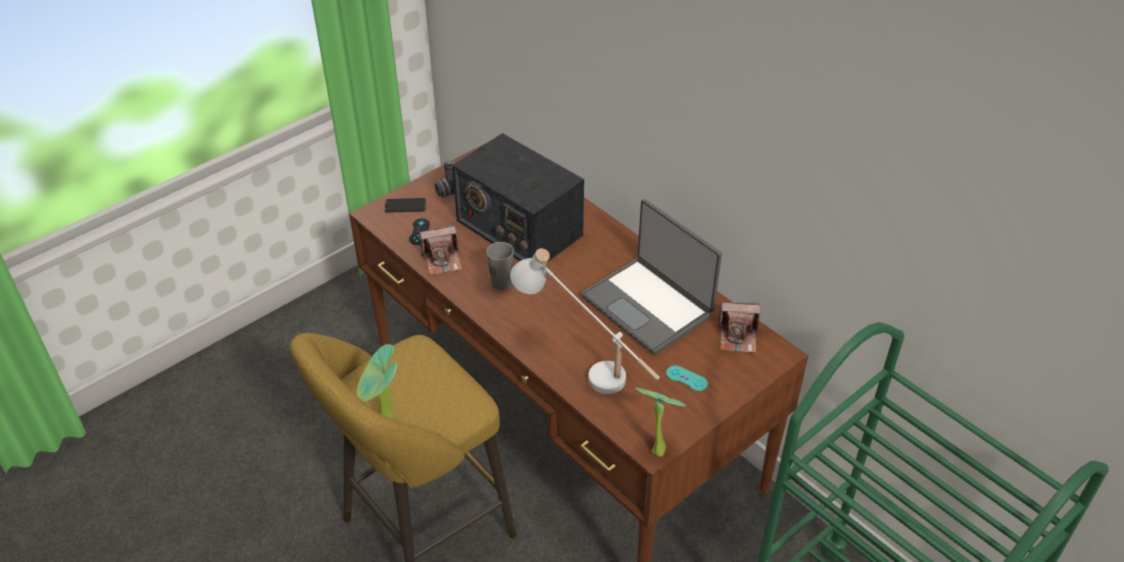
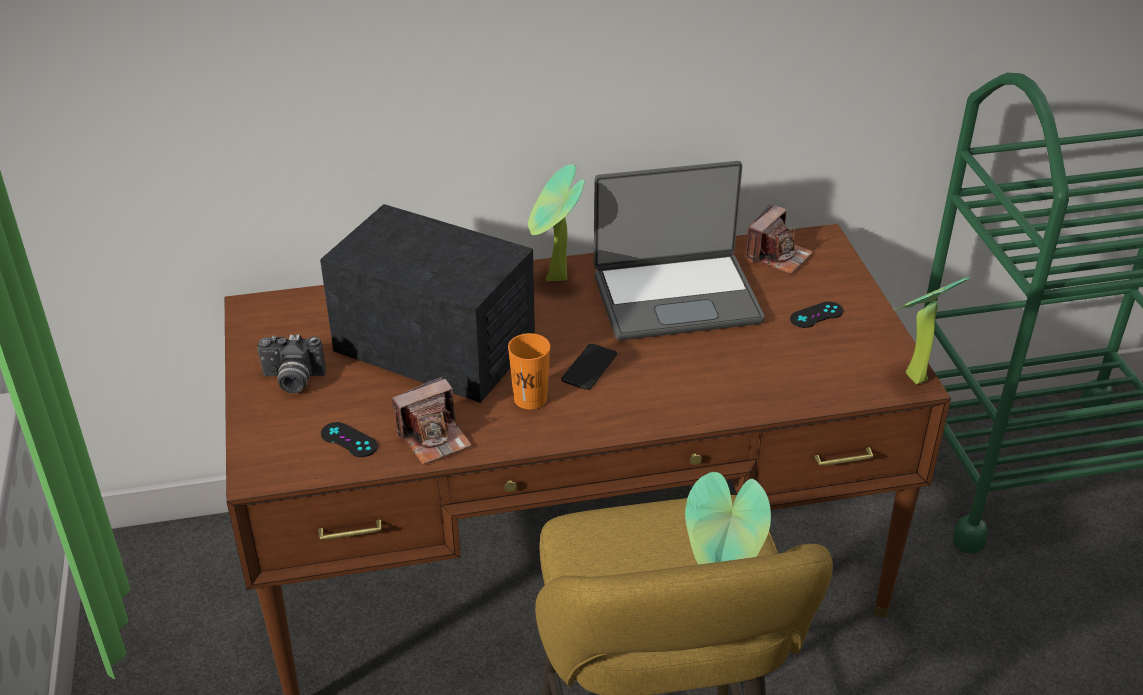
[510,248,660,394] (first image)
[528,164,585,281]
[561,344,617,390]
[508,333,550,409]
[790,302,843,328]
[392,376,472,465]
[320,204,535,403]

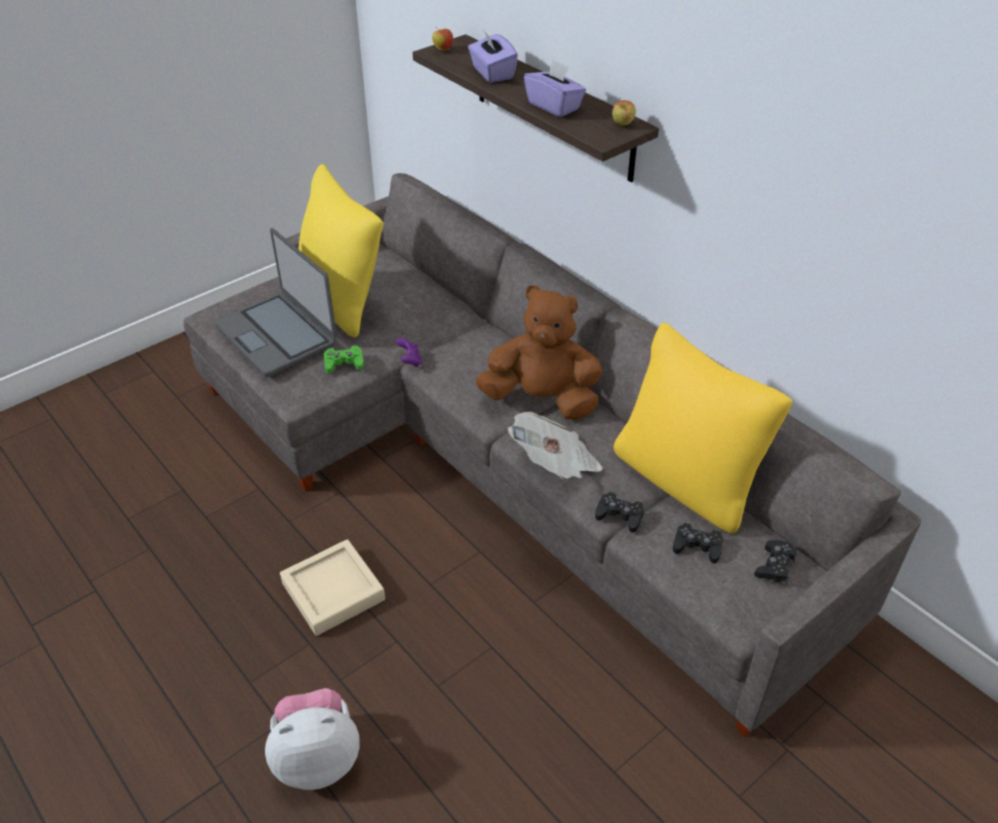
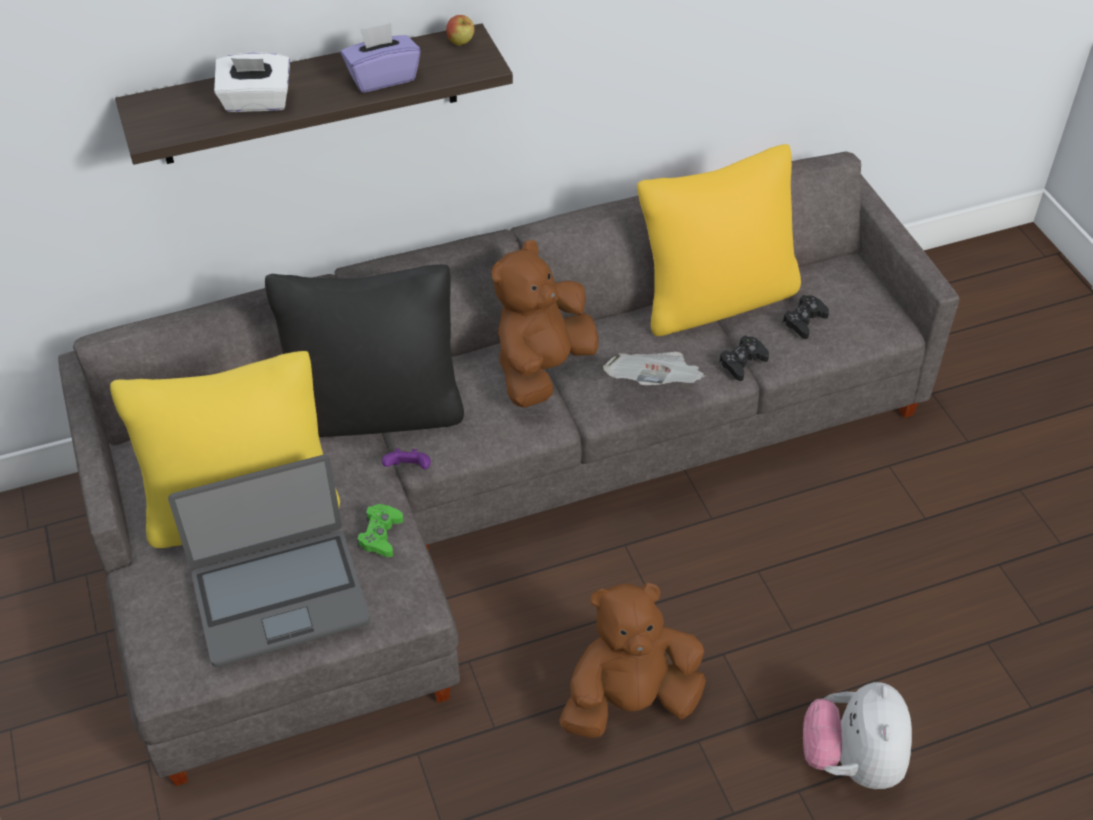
[432,27,453,51] (first image)
[754,540,798,584] (first image)
[265,265,464,437]
[559,583,706,739]
[214,52,290,112]

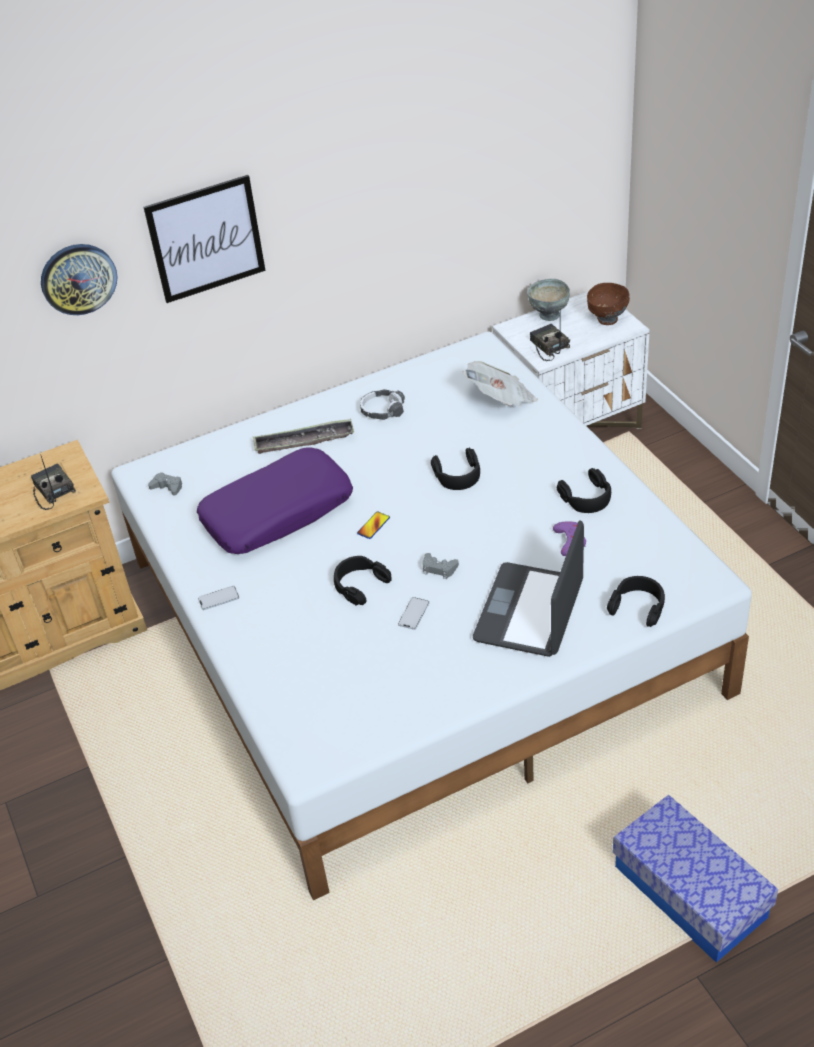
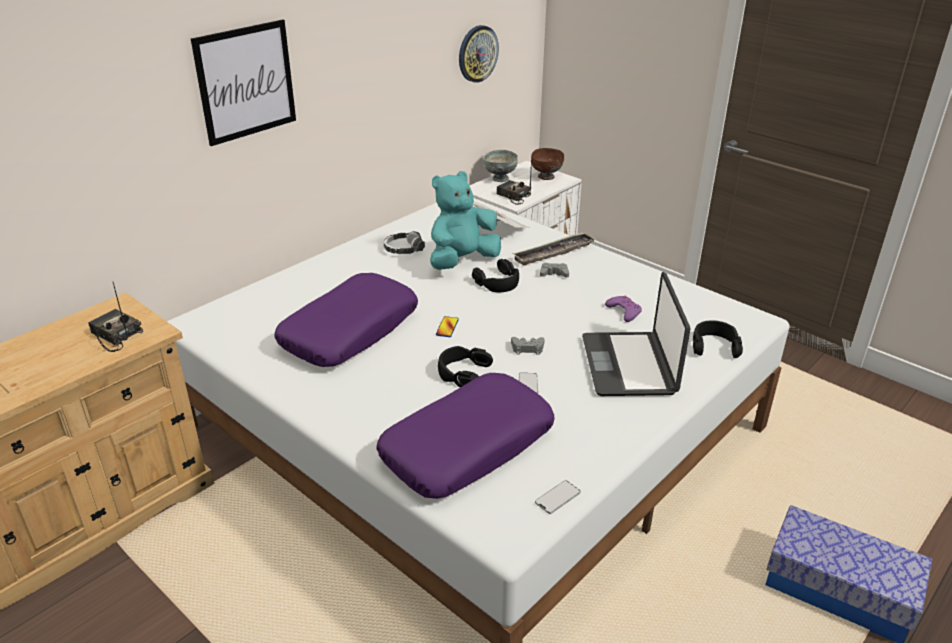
[557,468,611,513] (first image)
[376,373,554,499]
[430,171,501,270]
[459,25,499,83]
[540,263,569,277]
[535,480,581,514]
[513,232,596,266]

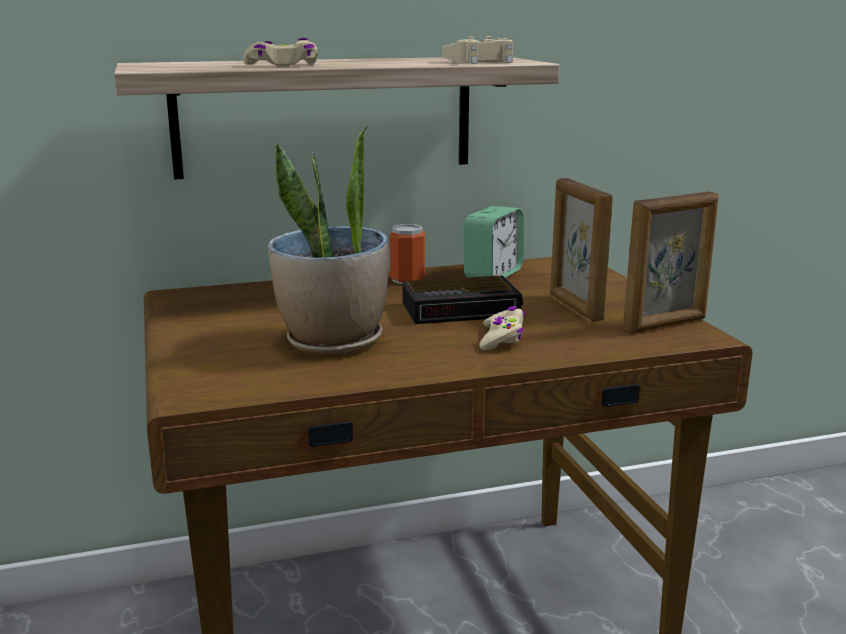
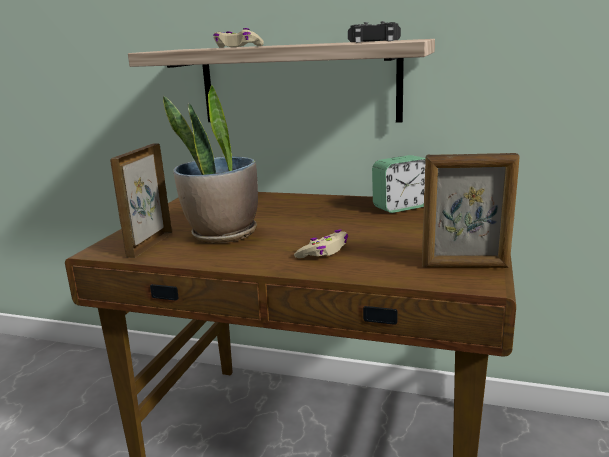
[389,224,425,284] (first image)
[403,276,523,324] (first image)
[110,143,172,258]
[348,21,401,43]

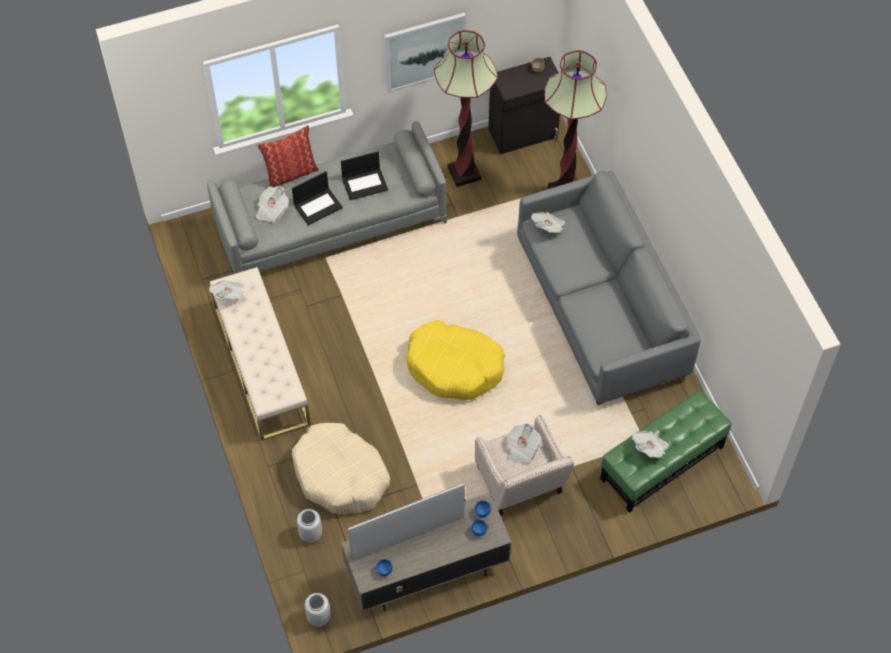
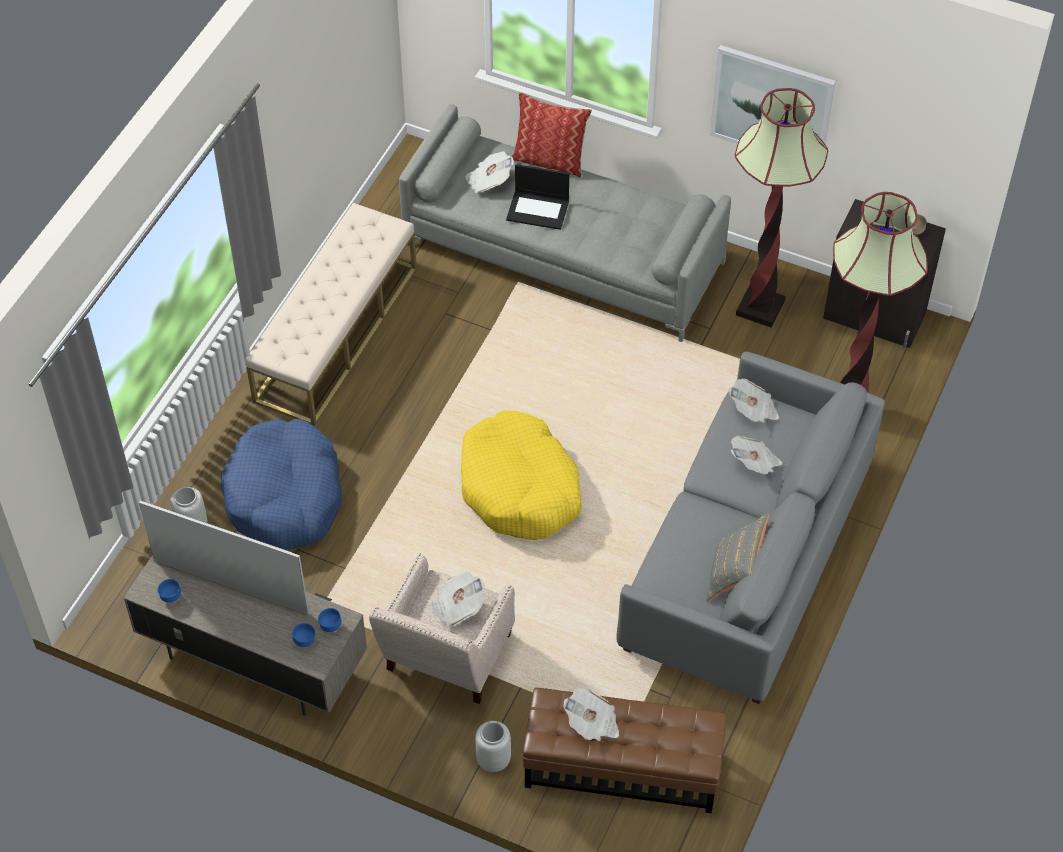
[341,151,388,200] (first image)
[706,513,769,602]
[731,436,782,475]
[475,721,511,772]
[221,418,342,550]
[523,688,726,814]

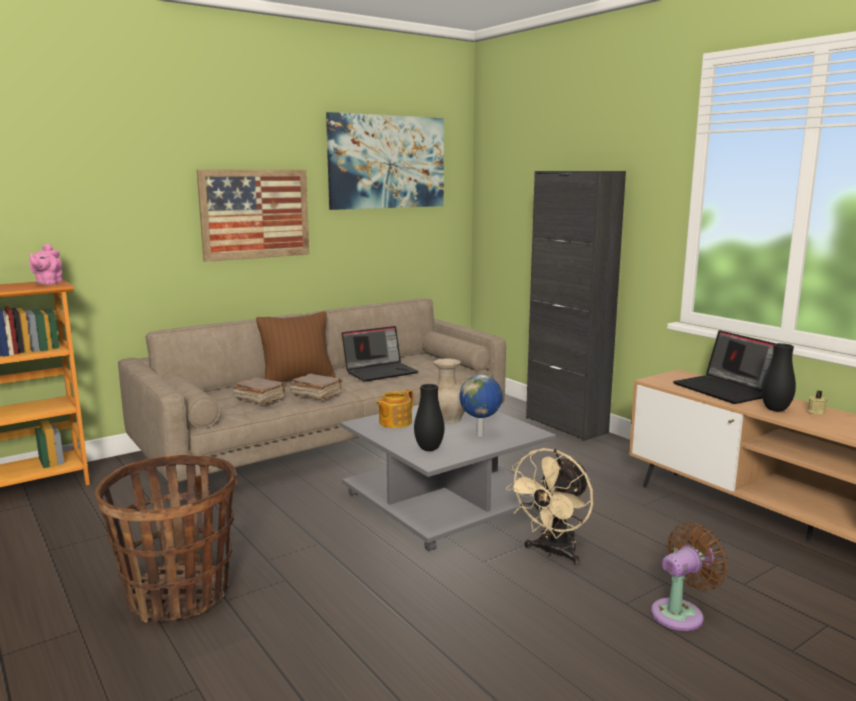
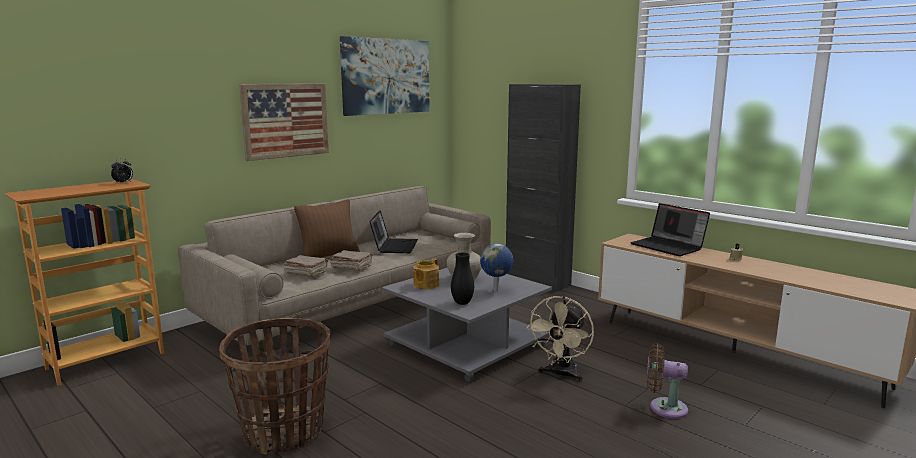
[761,343,796,412] (first image)
[111,158,133,184]
[369,210,418,253]
[647,343,688,419]

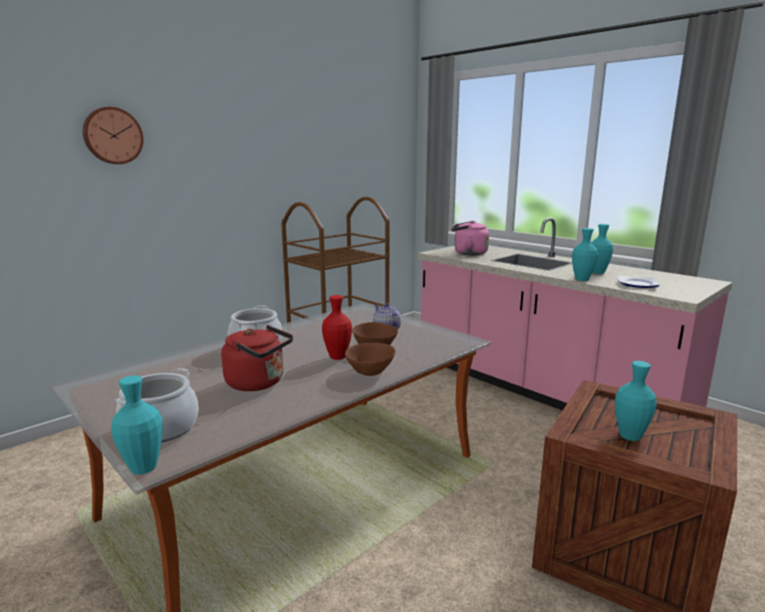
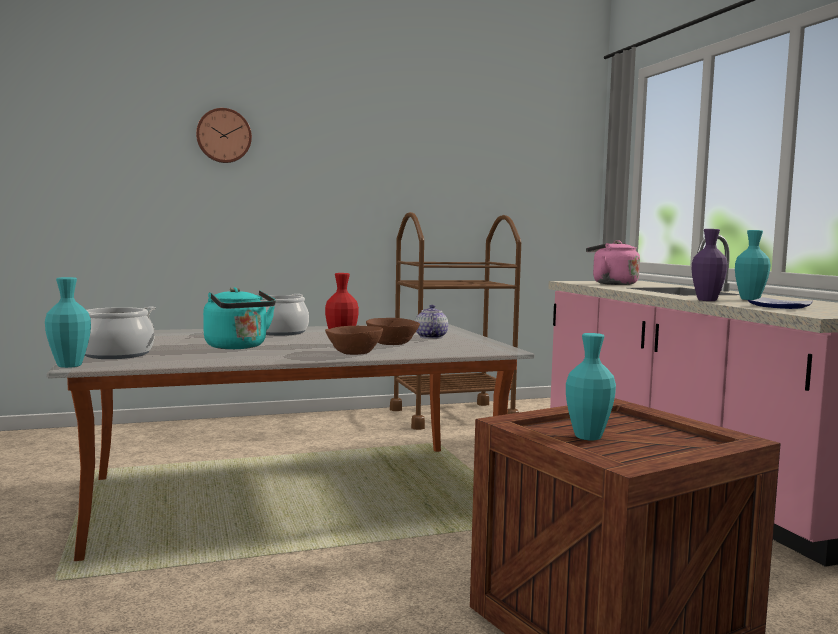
[203,287,276,349]
[692,229,728,301]

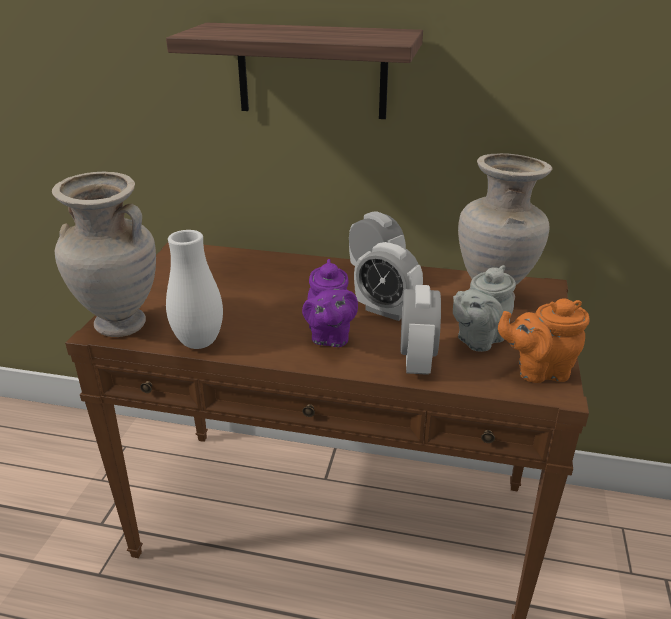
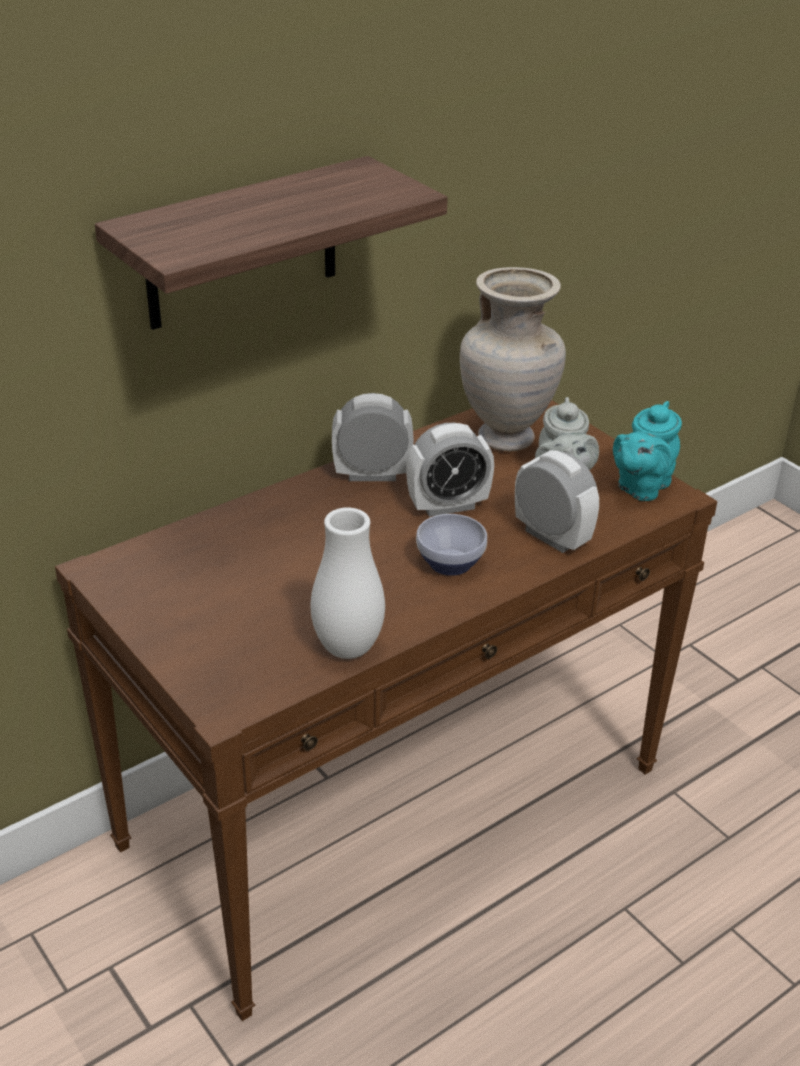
[52,172,156,337] (first image)
[416,514,487,576]
[613,401,682,501]

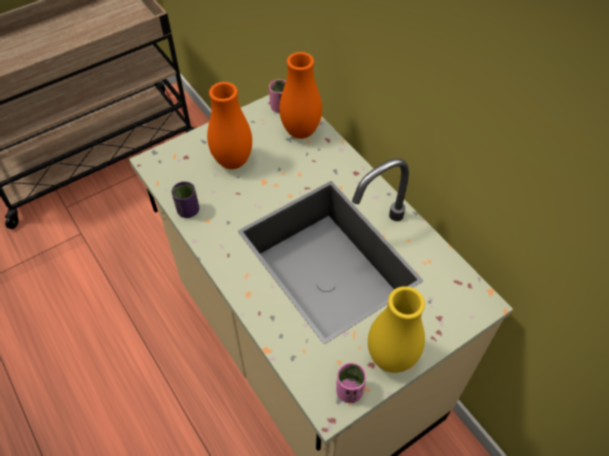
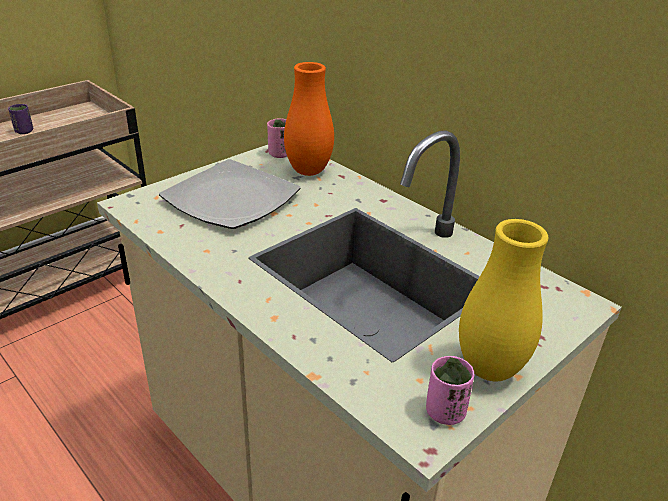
[8,104,33,134]
[159,159,301,229]

